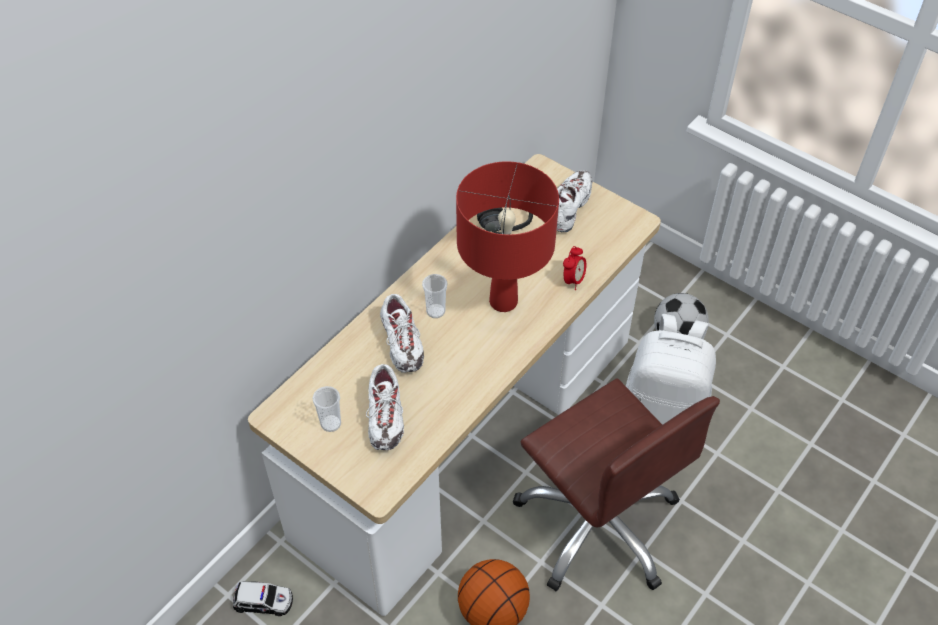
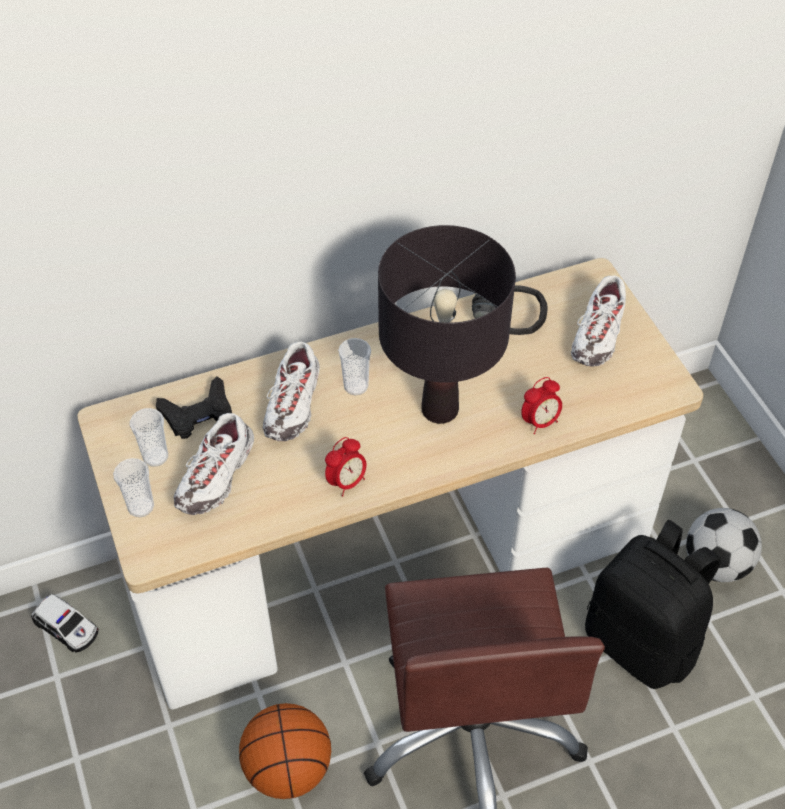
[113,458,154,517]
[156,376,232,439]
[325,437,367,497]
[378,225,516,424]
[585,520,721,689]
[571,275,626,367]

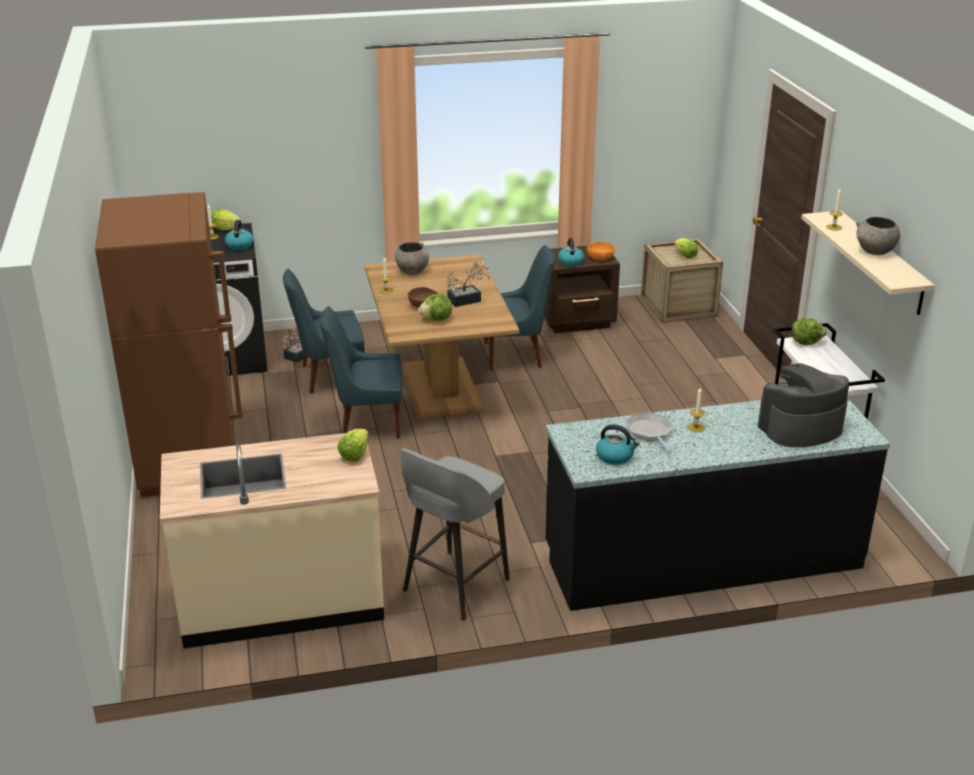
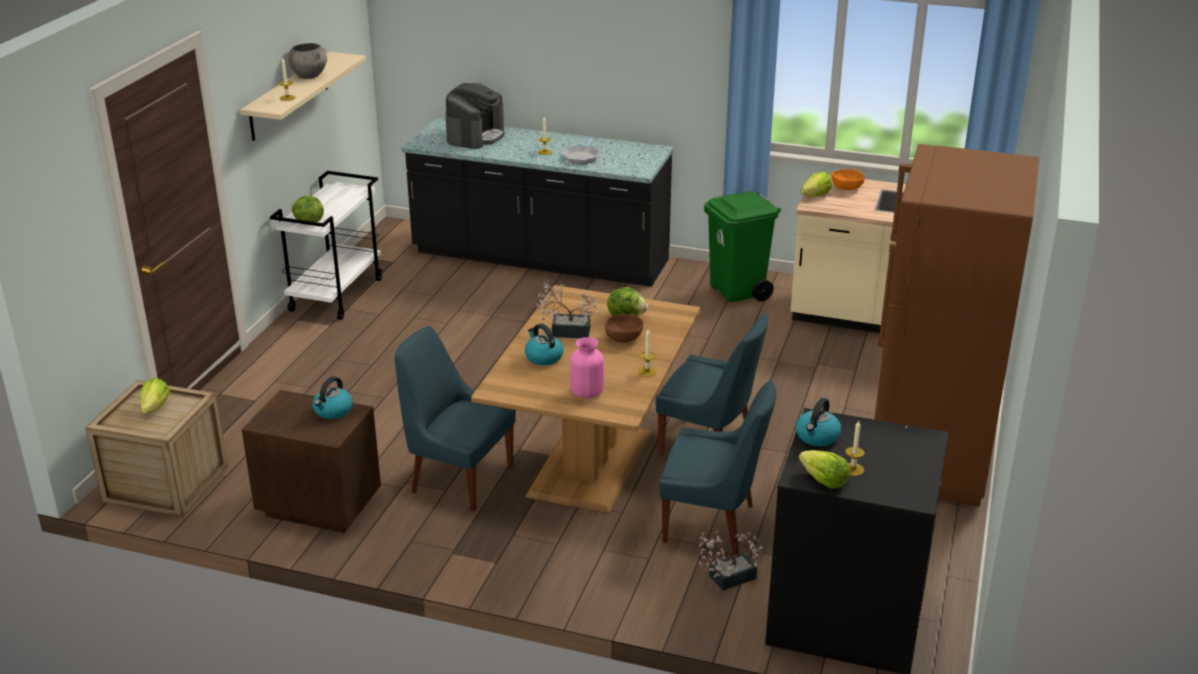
[831,169,865,190]
[525,324,564,365]
[570,337,604,398]
[704,191,781,302]
[446,83,505,149]

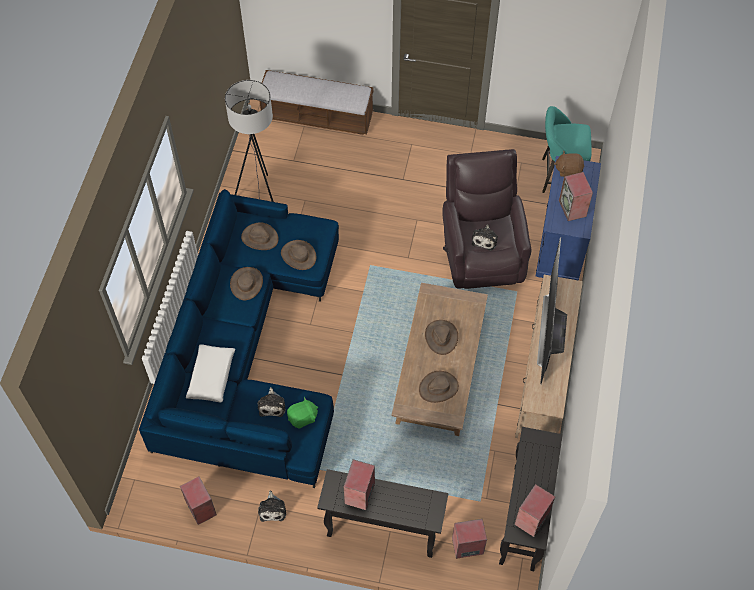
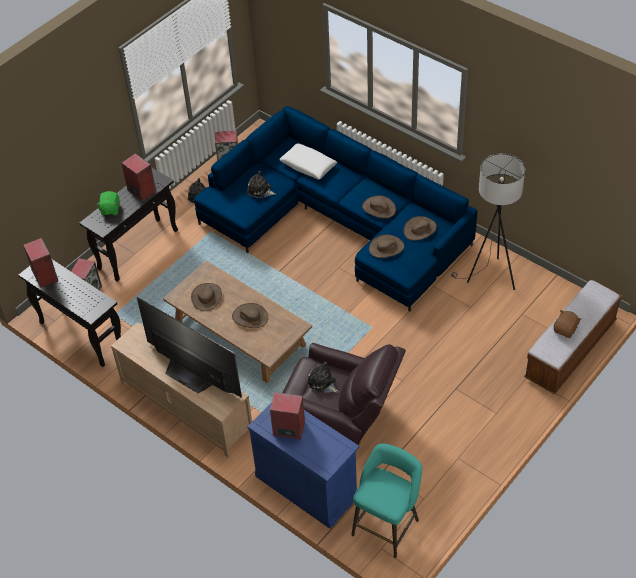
[96,191,120,215]
[554,310,581,338]

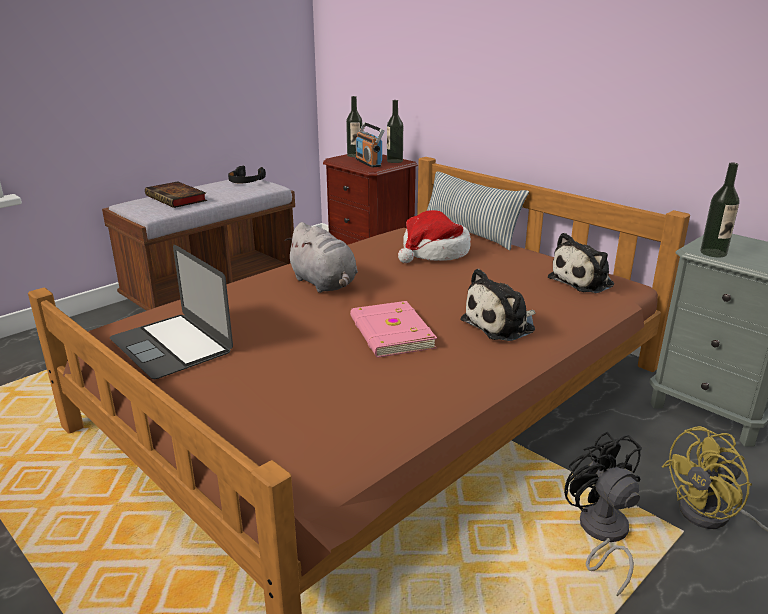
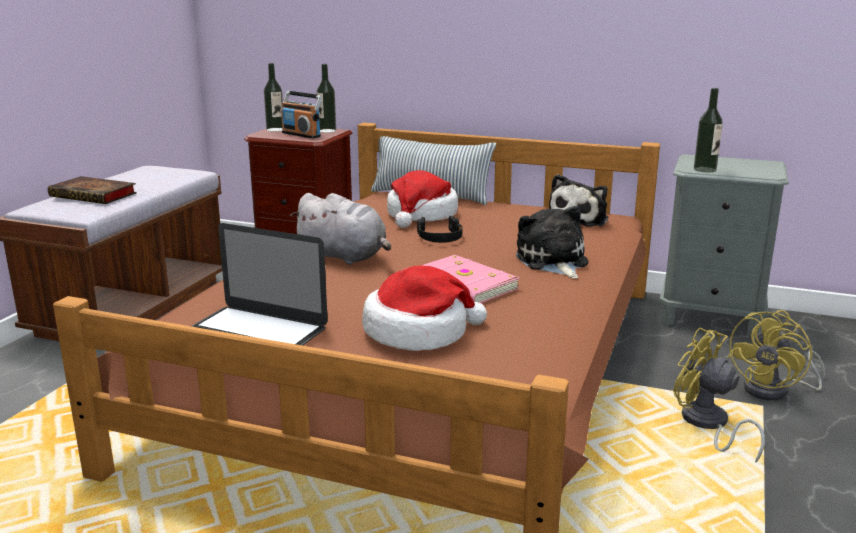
[362,265,487,351]
[417,216,463,243]
[674,327,765,463]
[516,206,588,279]

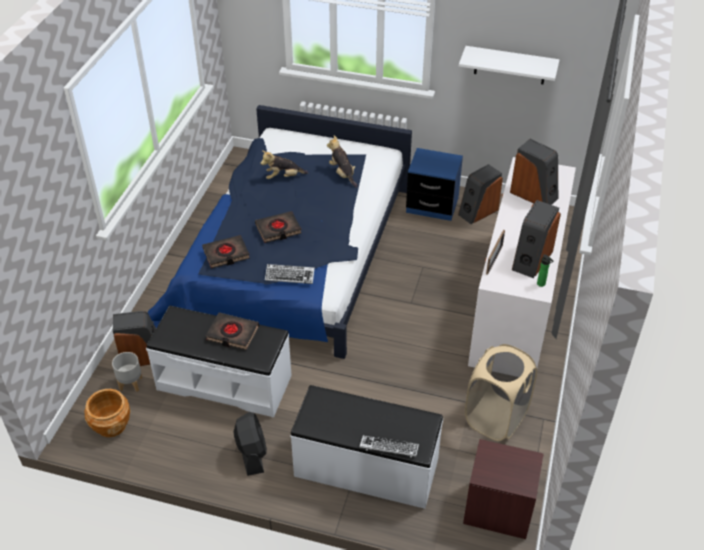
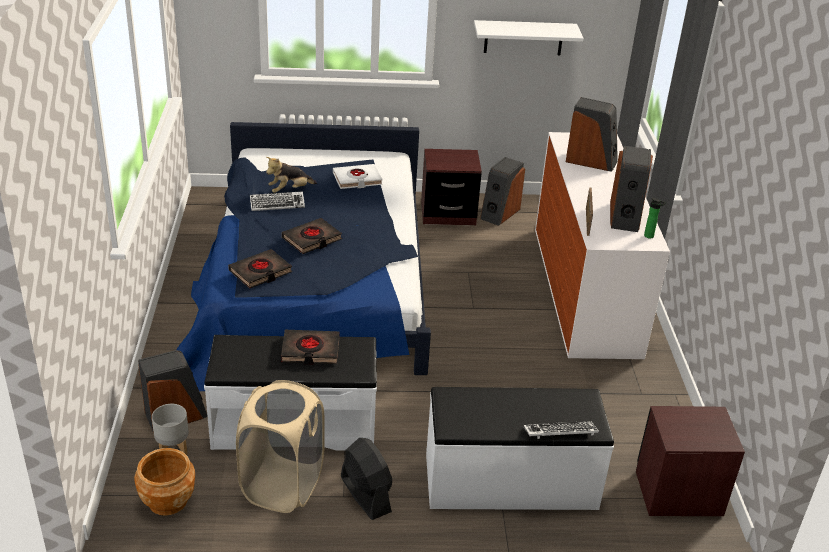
[250,191,305,211]
[236,380,325,513]
[333,164,382,189]
[421,149,482,225]

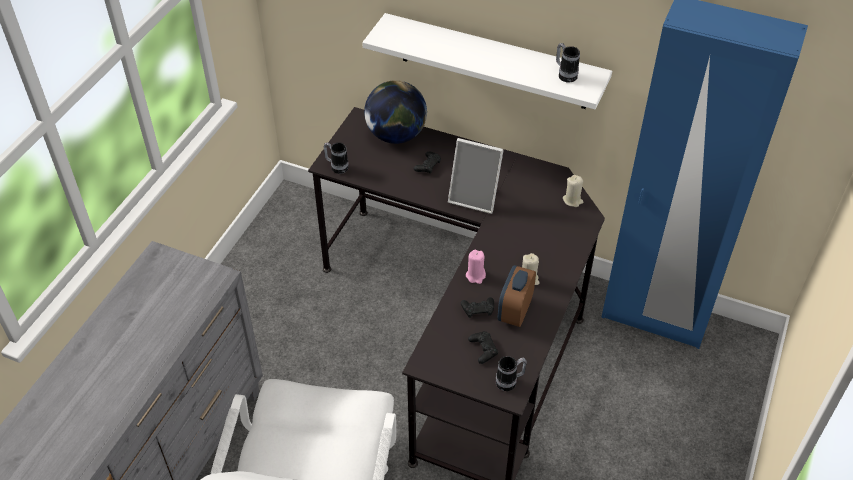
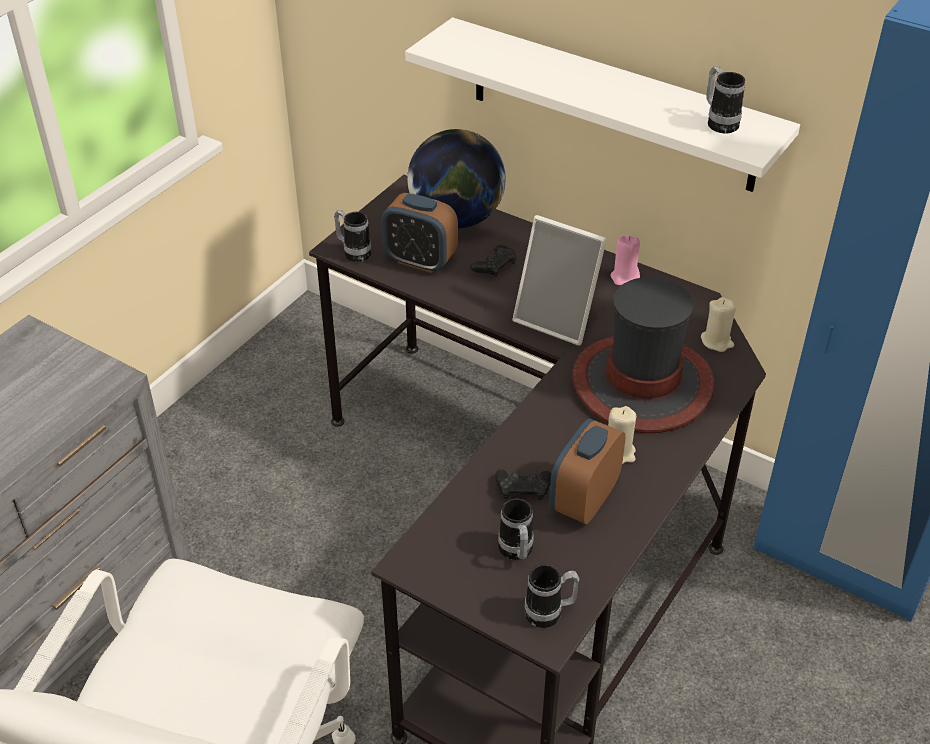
[381,193,458,273]
[572,277,715,433]
[611,235,640,285]
[498,499,534,560]

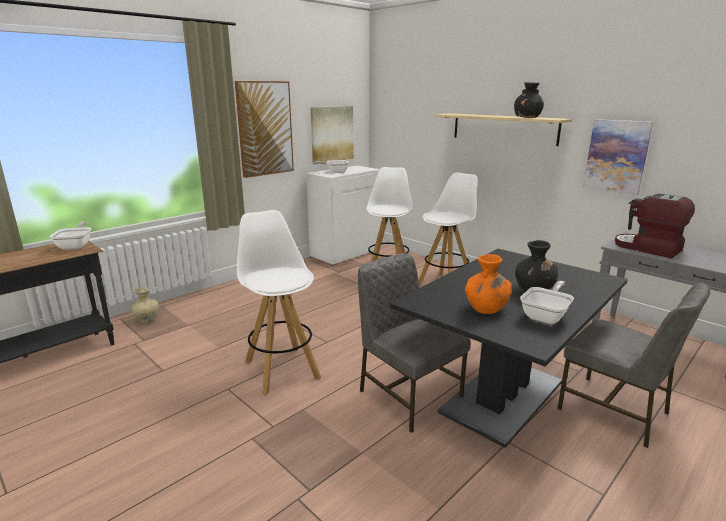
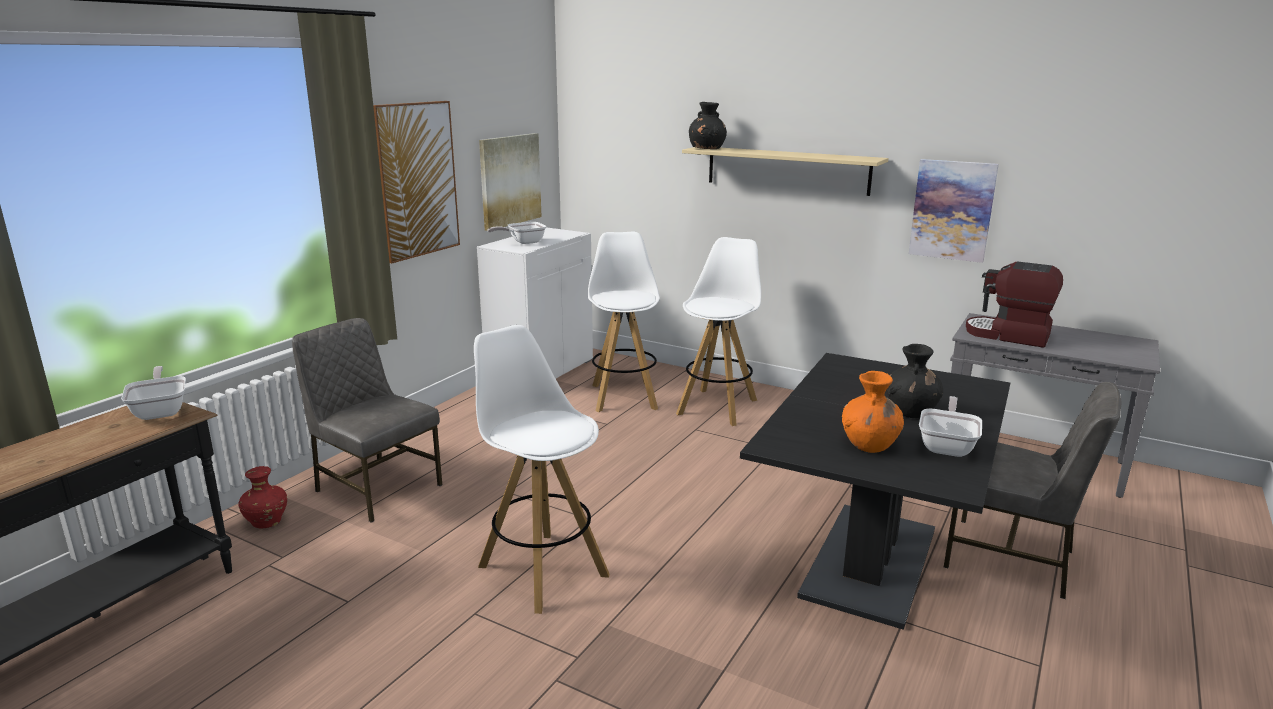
[292,318,443,523]
[689,102,727,149]
[238,466,287,529]

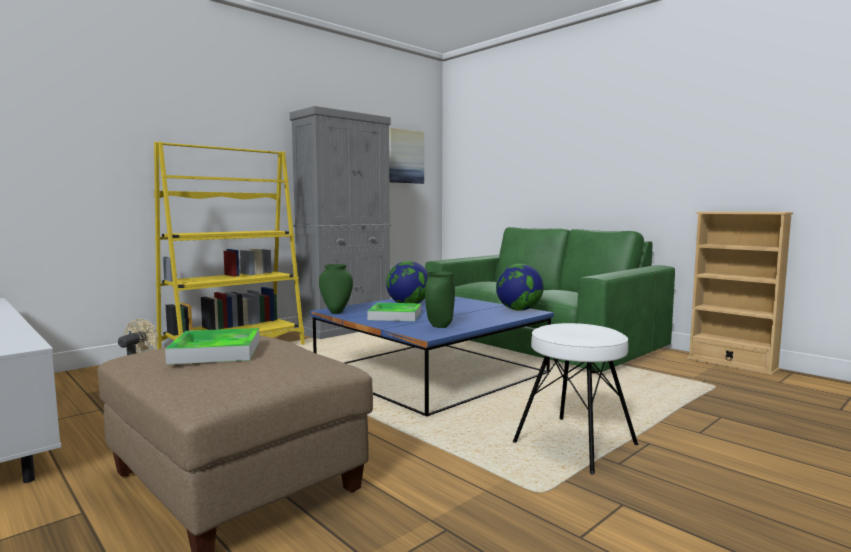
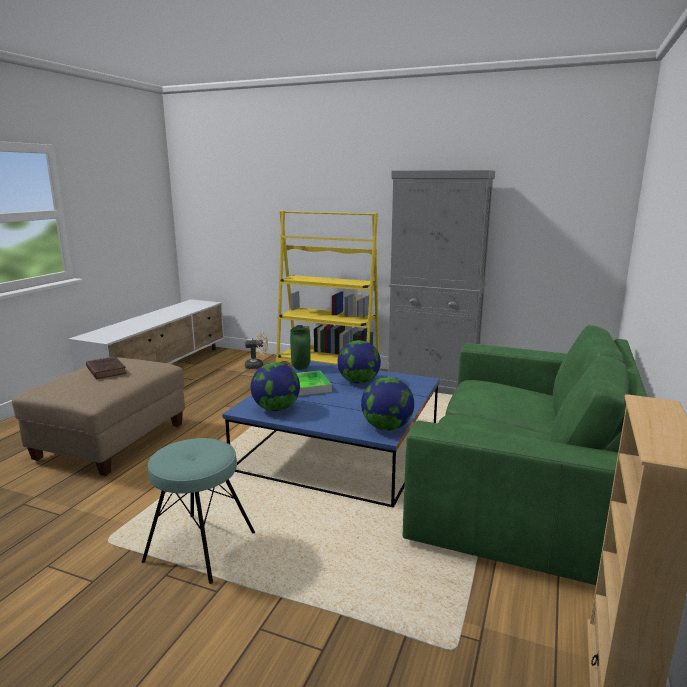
[389,128,424,184] (first image)
[86,356,127,379]
[251,362,300,411]
[141,438,255,584]

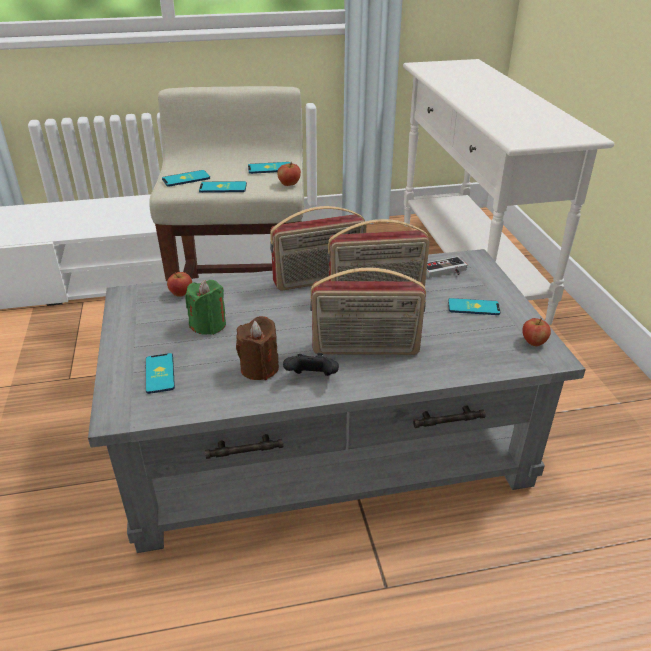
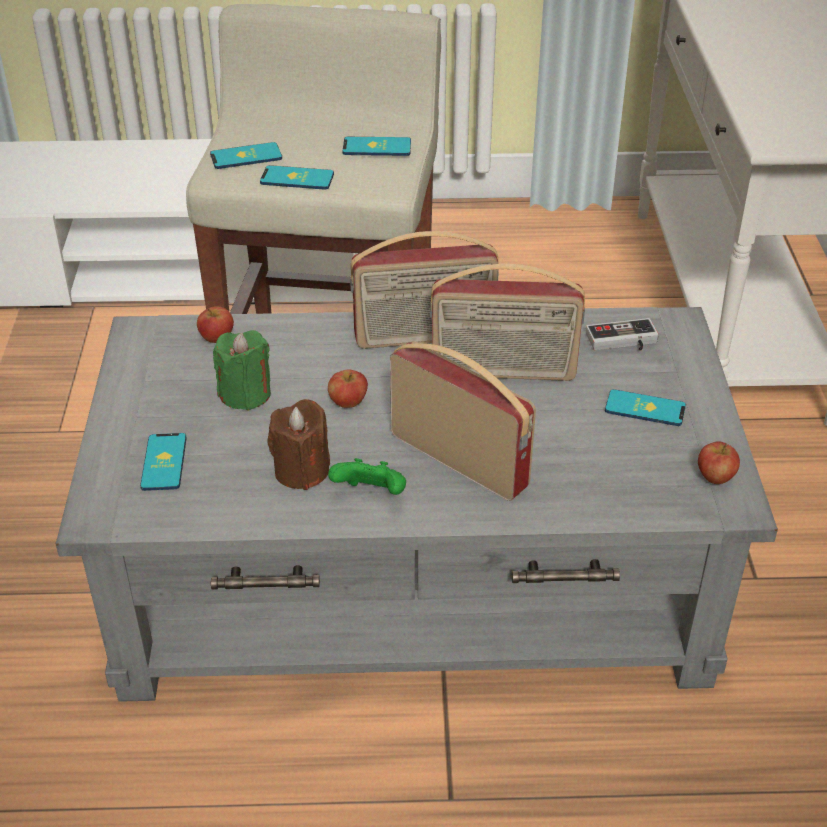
[328,370,368,408]
[328,458,406,495]
[390,341,536,501]

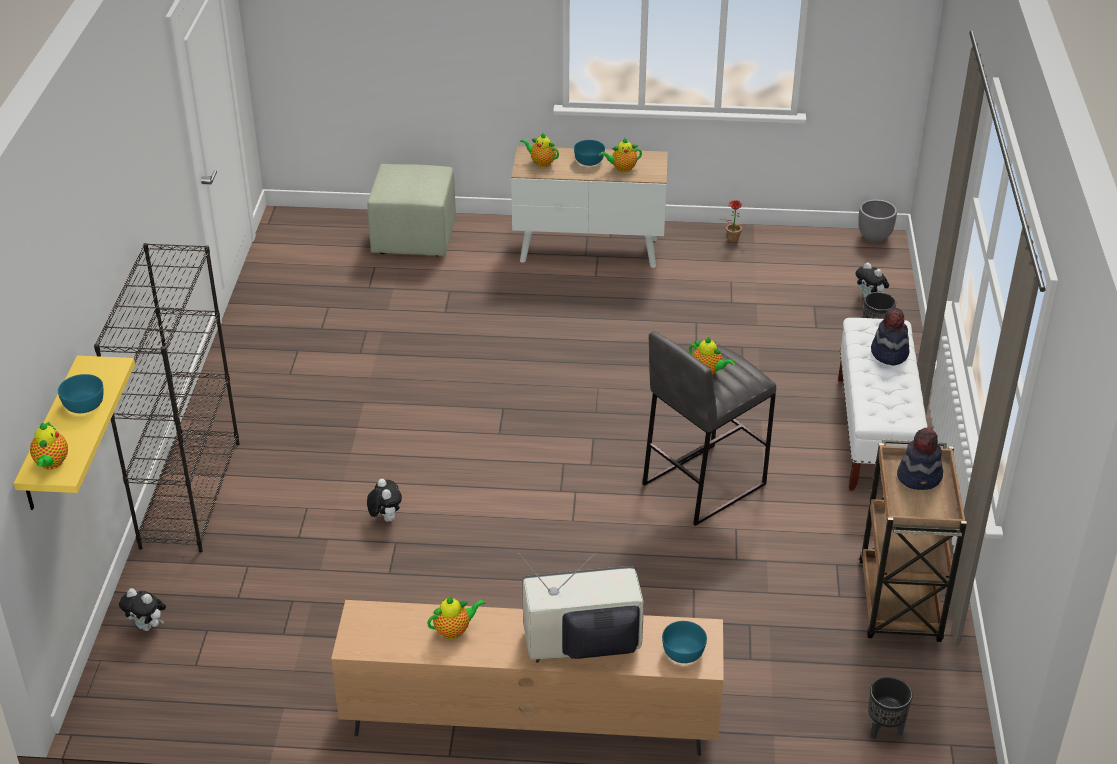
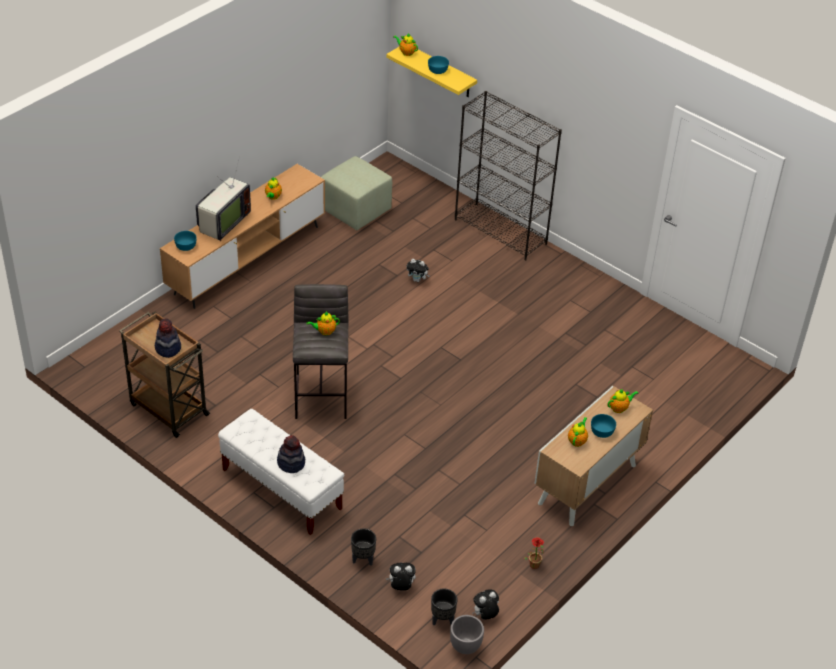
[472,589,499,620]
[321,156,392,230]
[431,588,458,625]

